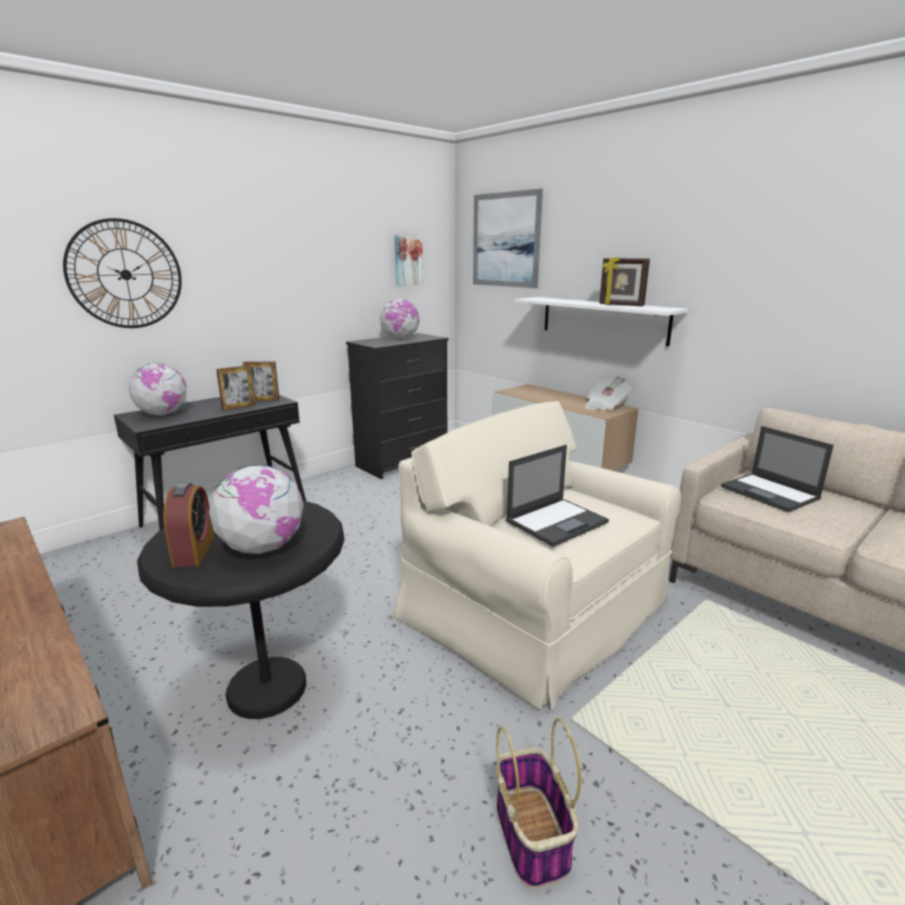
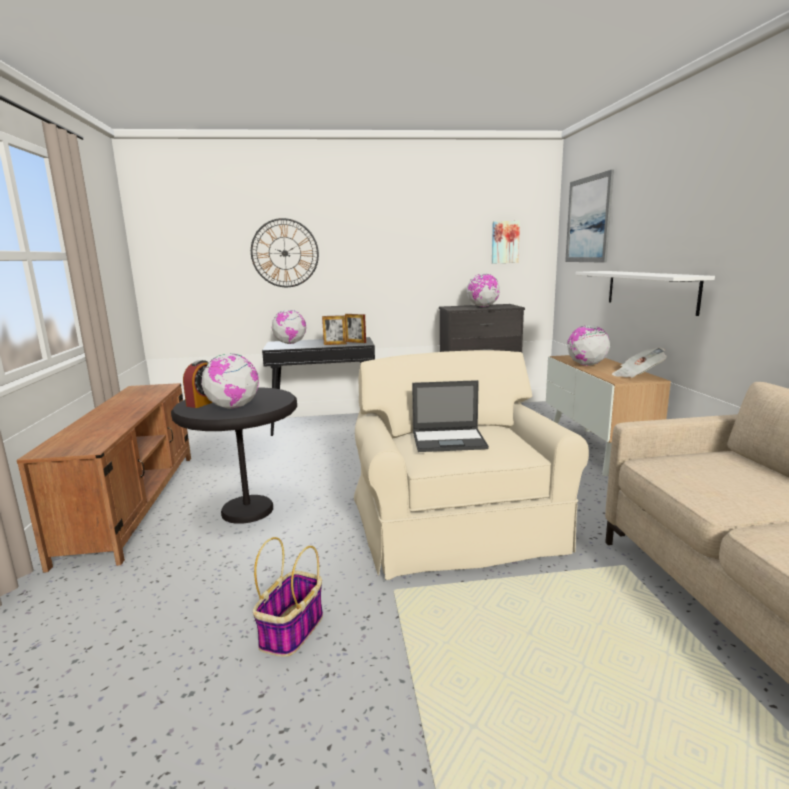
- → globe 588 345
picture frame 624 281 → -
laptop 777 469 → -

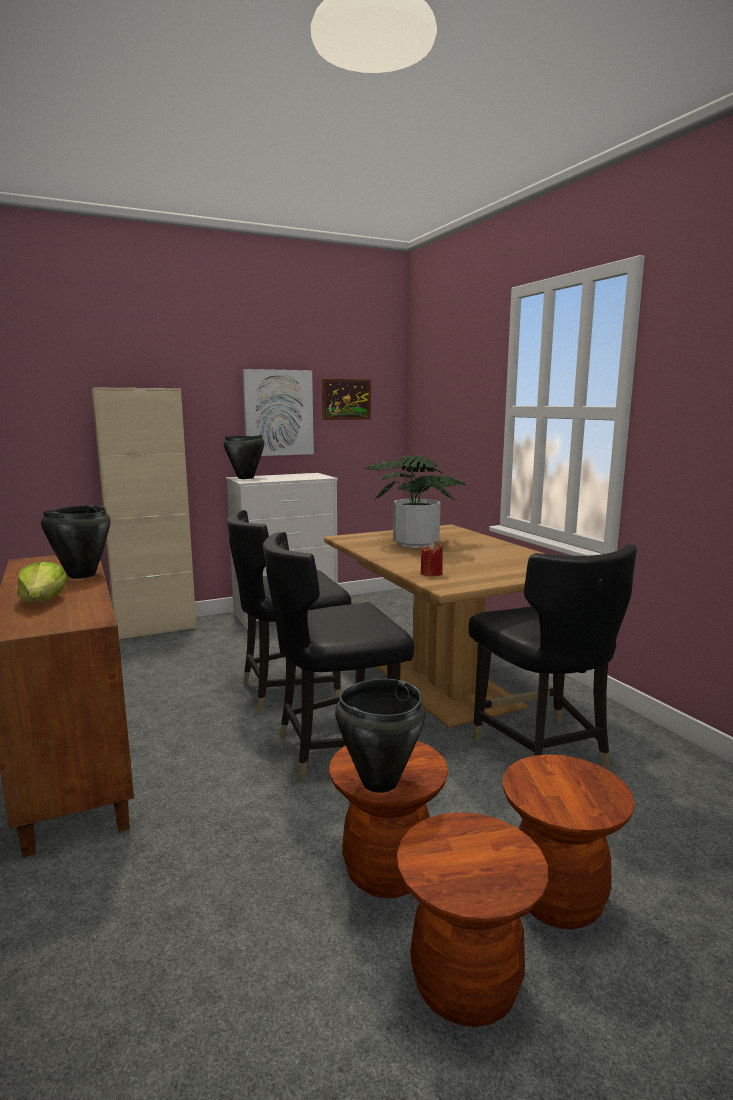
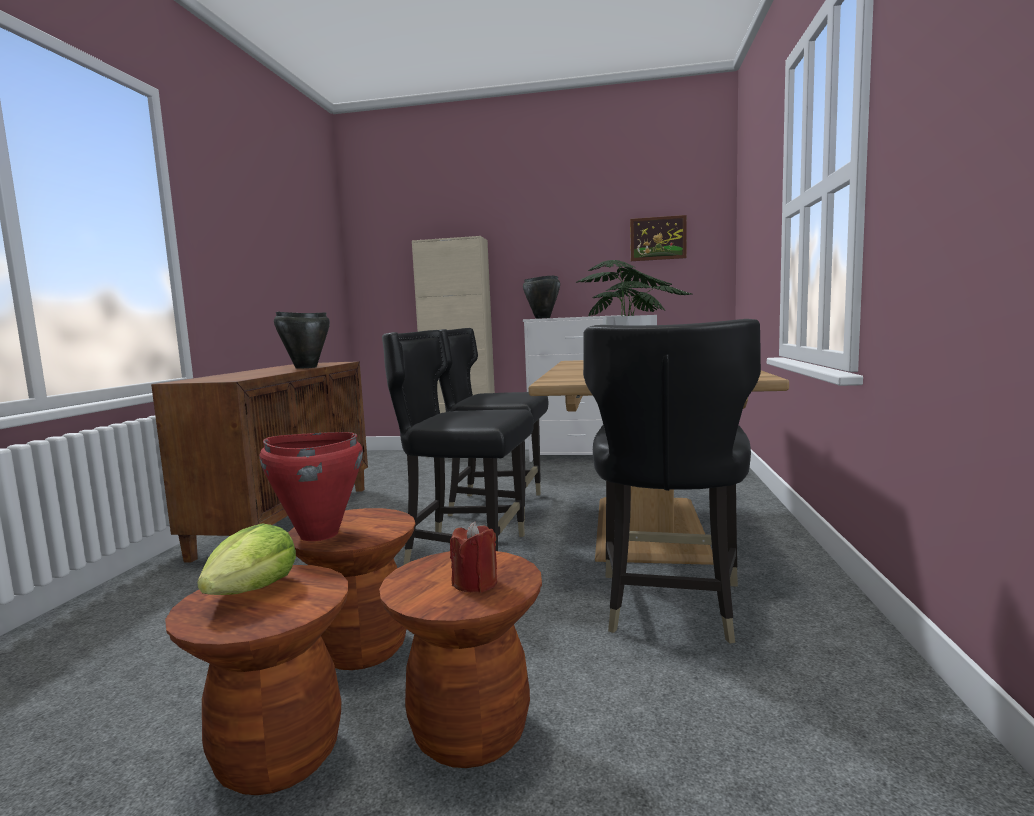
lettuce 42 582 → lettuce 246 559, move
cooking pot (black) 380 736 → cooking pot (red) 311 486
candle (red) 432 559 → candle (red) 473 557, move
picture 278 412 → -

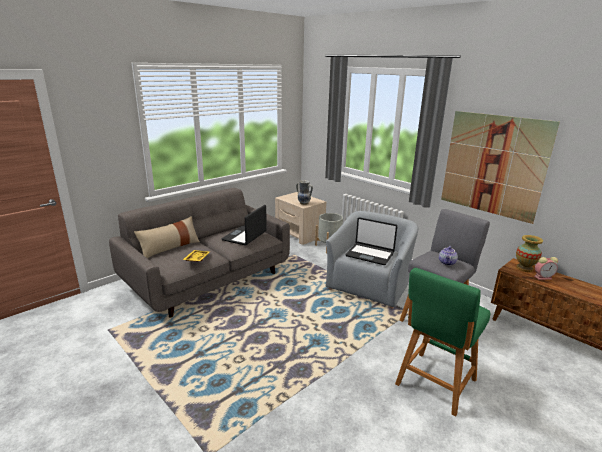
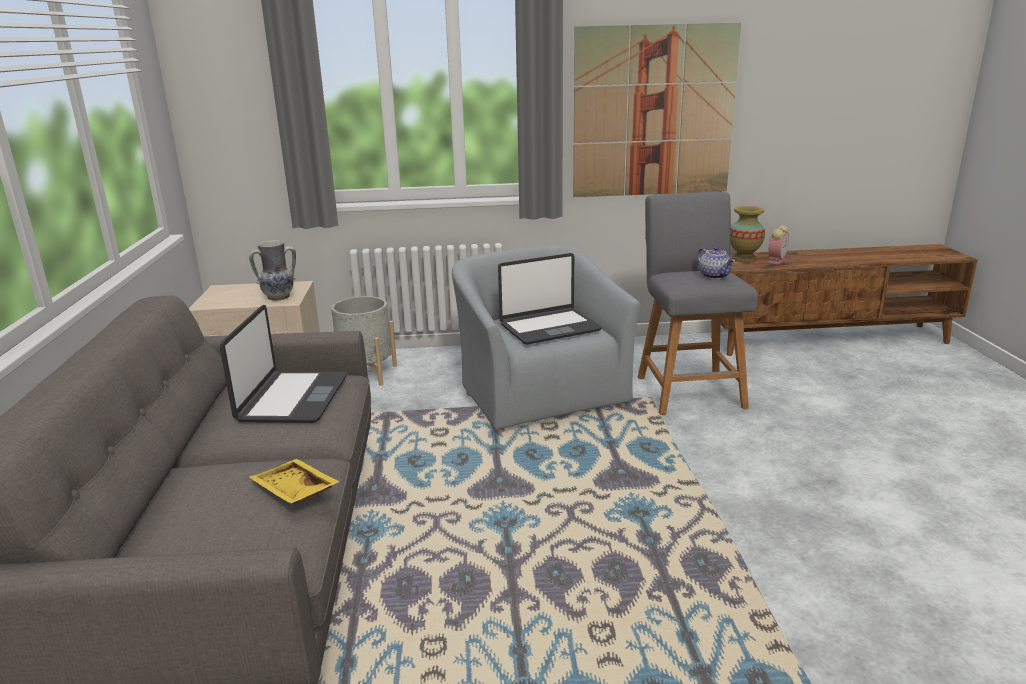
laptop 244 225 → laptop 283 364, 150 degrees counterclockwise
pillow (beige) 167 237 → -
stool (green) 443 342 → -

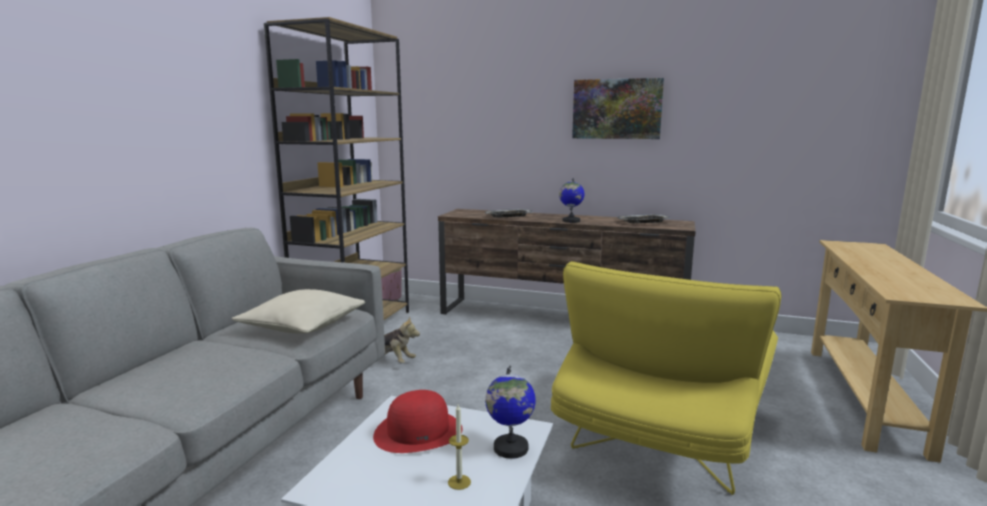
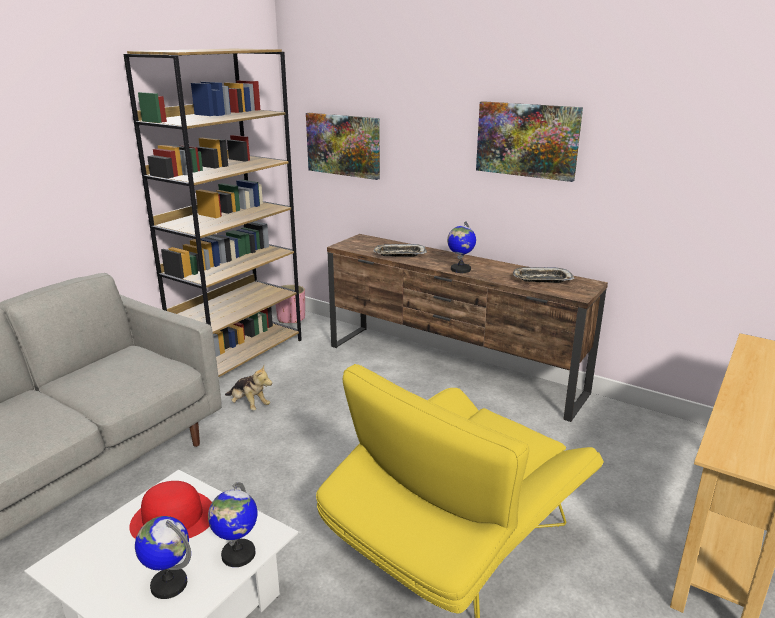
candle 459 447 → globe 163 557
- → picture 343 146
pillow (beige) 298 311 → -

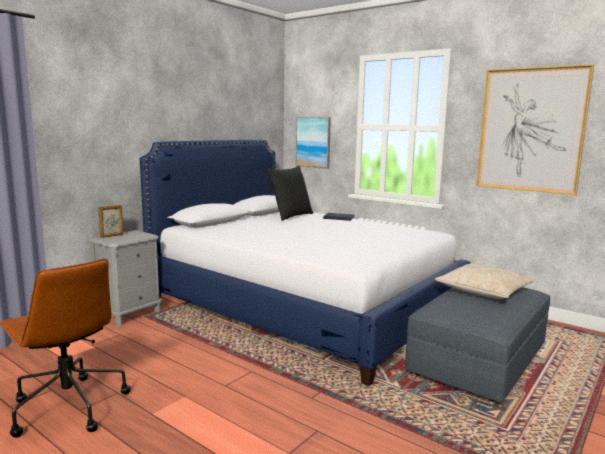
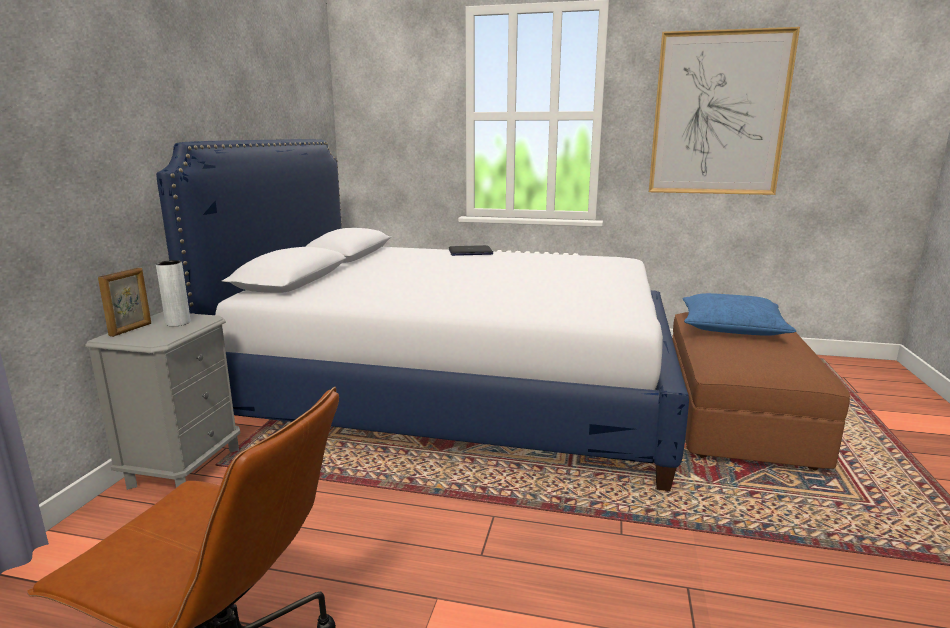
- → vase (grey) 173 293
ottoman (grey) 477 344 → ottoman (brown) 761 391
pillow (beige) 484 281 → pillow (blue) 739 314
pillow (black) 290 193 → -
picture 313 143 → -

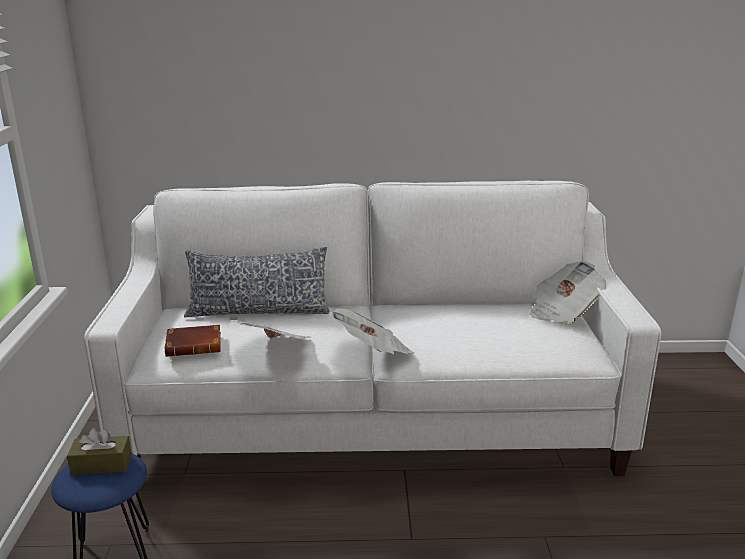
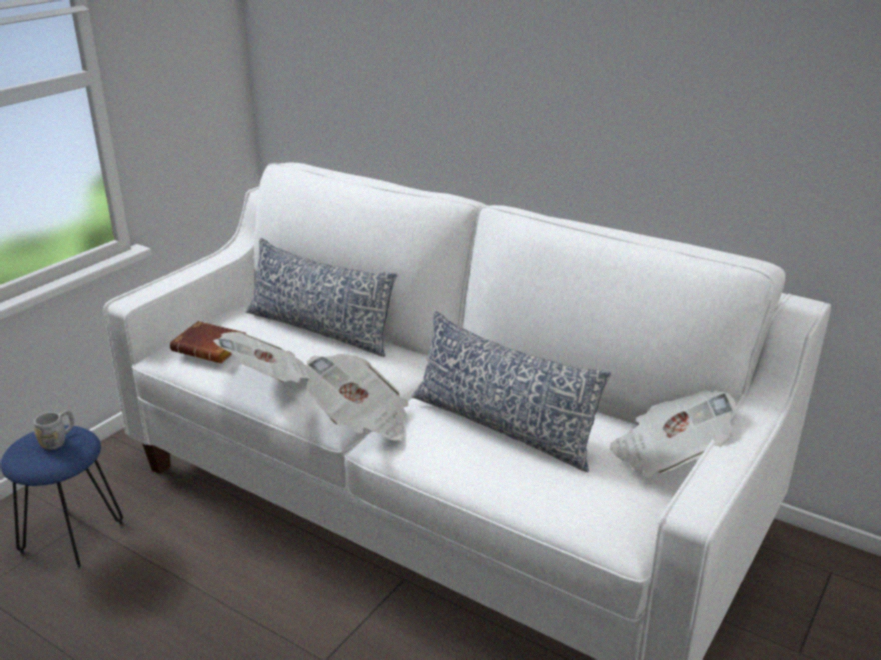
tissue box (brown) 99 451 → mug (grey) 54 430
- → pillow 512 392

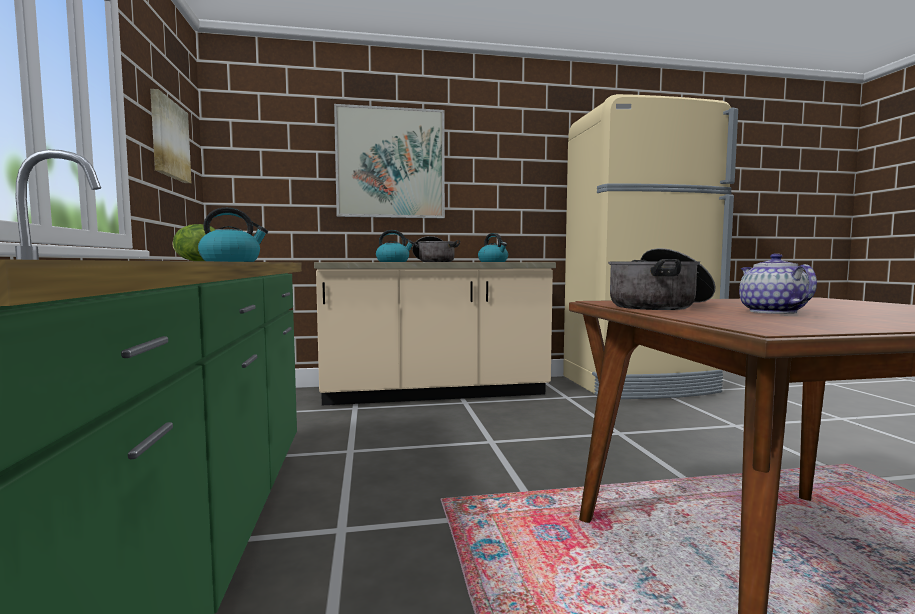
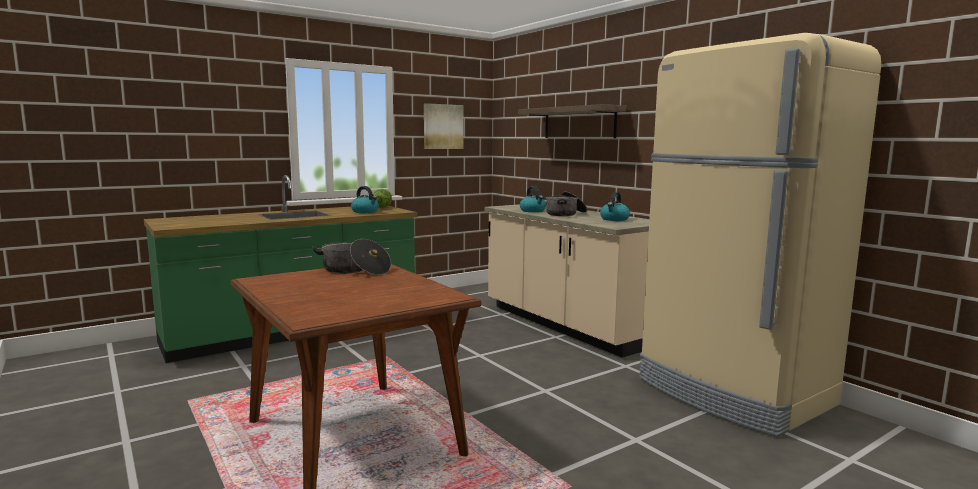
picture 389 161 → shelf 572 121
teapot 778 283 → -

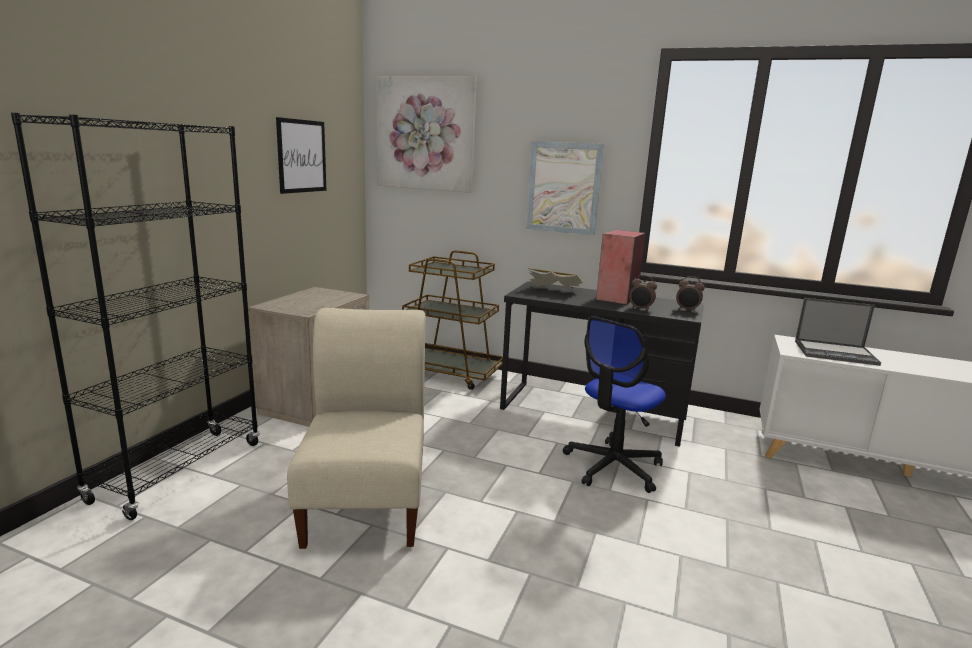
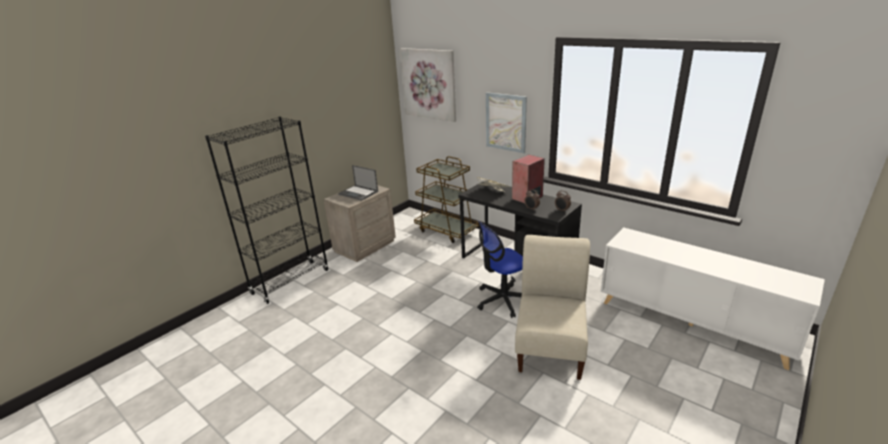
laptop 838 332 → laptop 358 183, move
chair (beige) 356 428 → chair (beige) 552 307, move
picture 301 155 → -

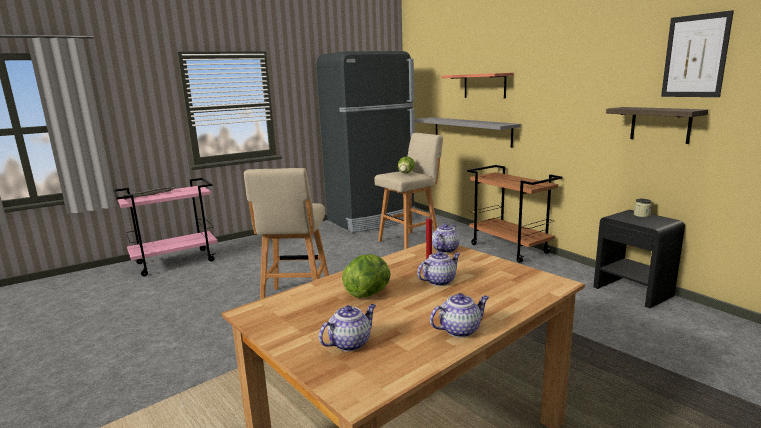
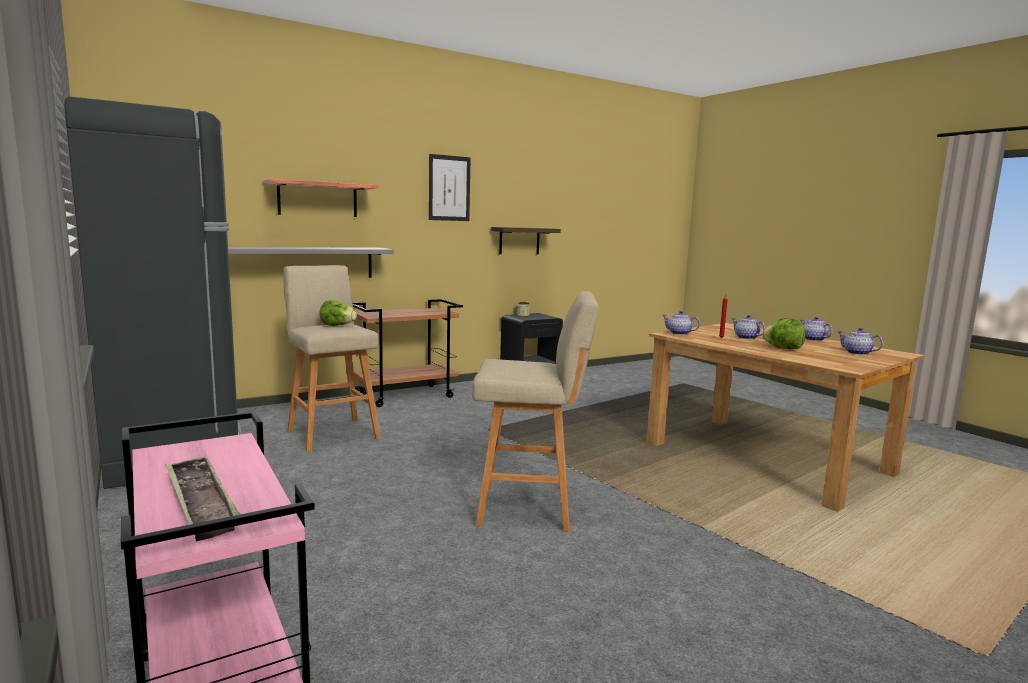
picture 697 53 → picture 449 187, move

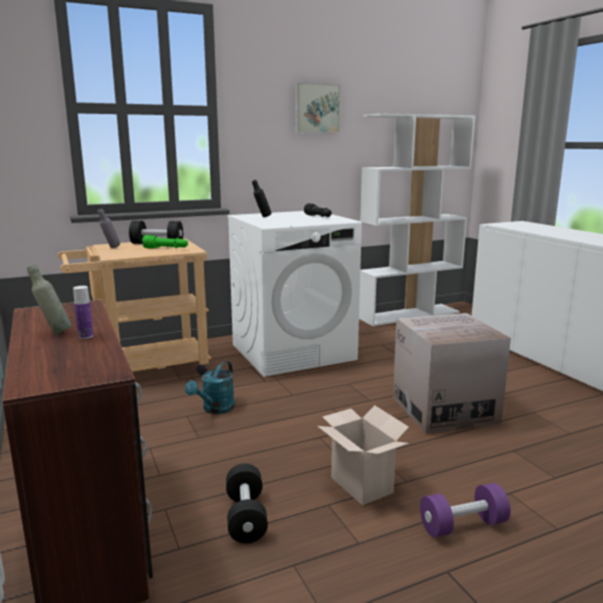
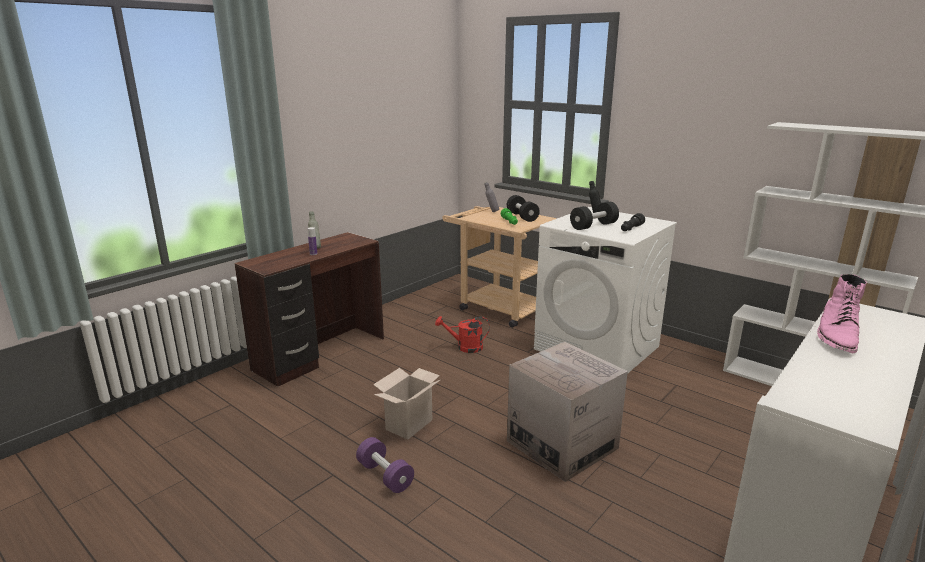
watering can (turquoise) 210 387 → watering can (red) 462 334
dumbbell (black) 247 503 → dumbbell (black) 594 216, move
- → boot (pink) 842 313
picture 317 108 → -

